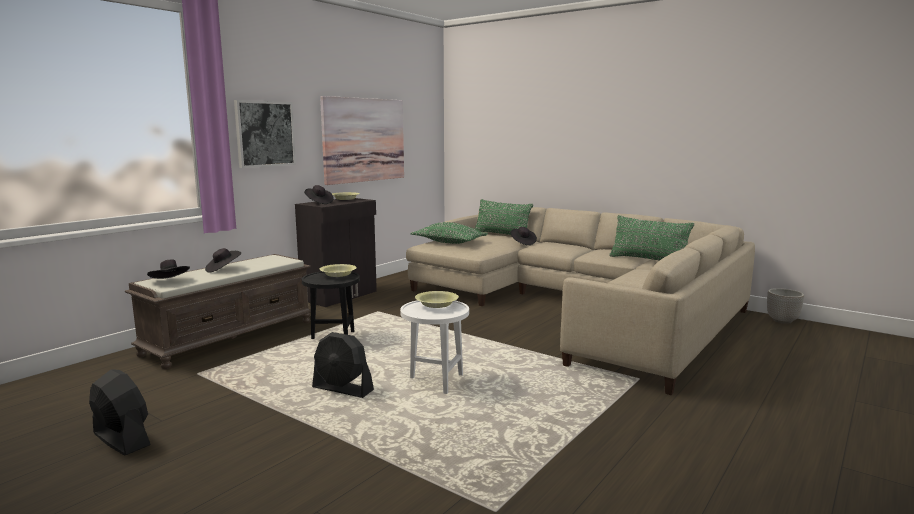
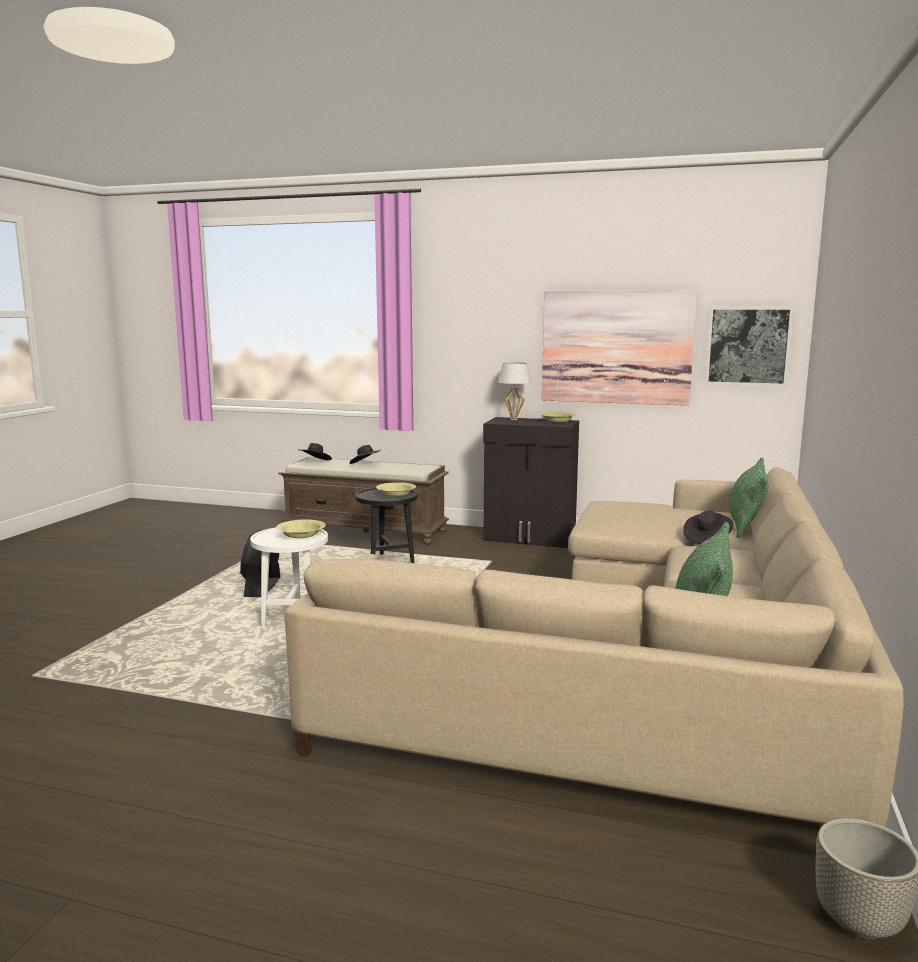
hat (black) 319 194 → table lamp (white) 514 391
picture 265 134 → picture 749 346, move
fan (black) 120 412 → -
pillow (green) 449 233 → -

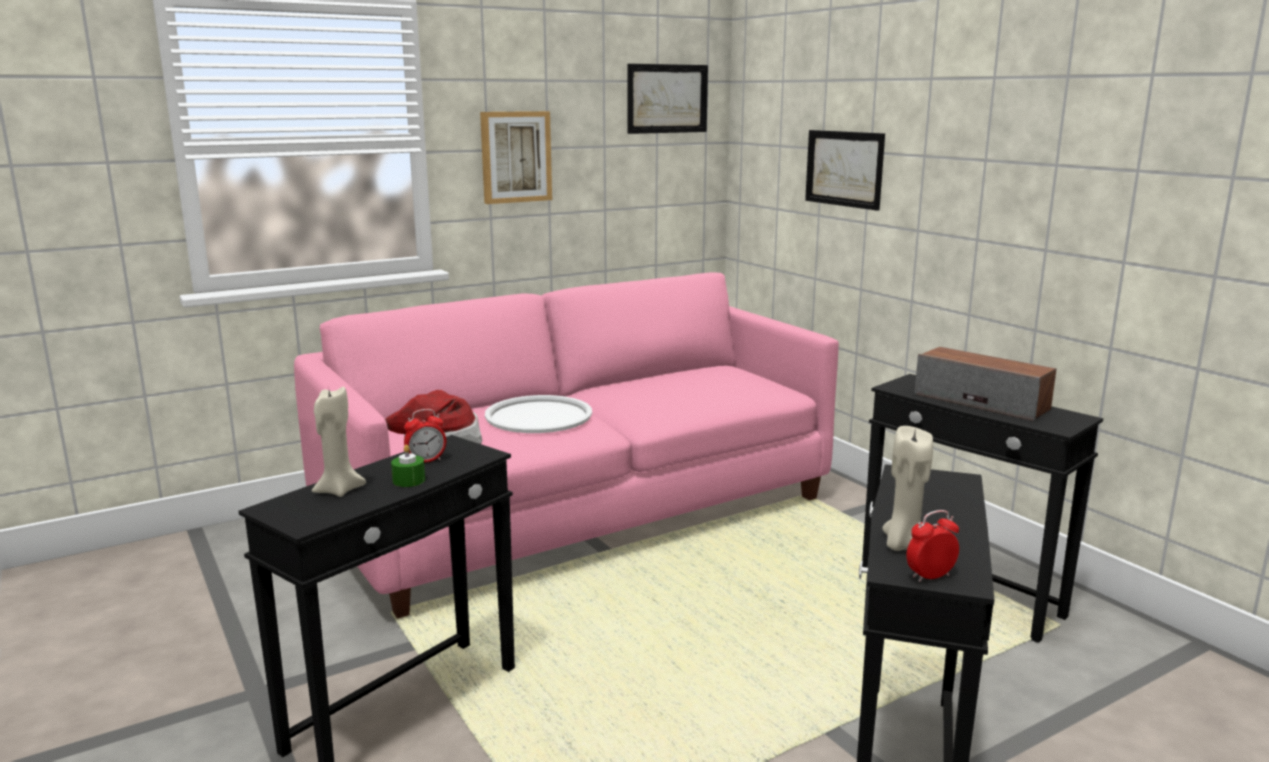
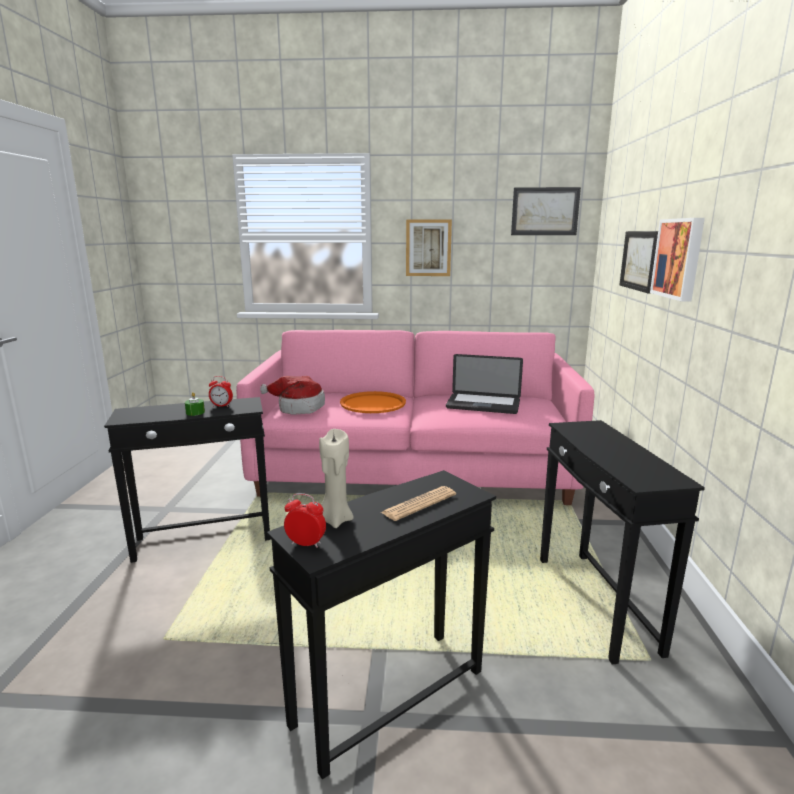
tray (white) 538 414 → tray (orange) 373 402
- → newspaper 418 503
- → laptop 484 384
- → picture 677 260
candle (beige) 339 442 → -
speaker 985 384 → -

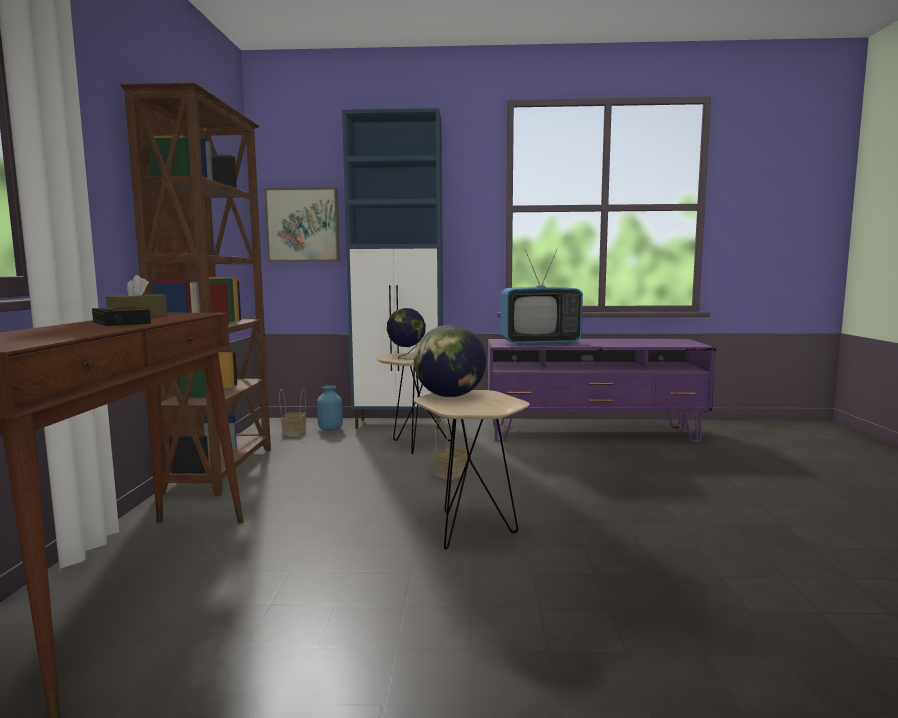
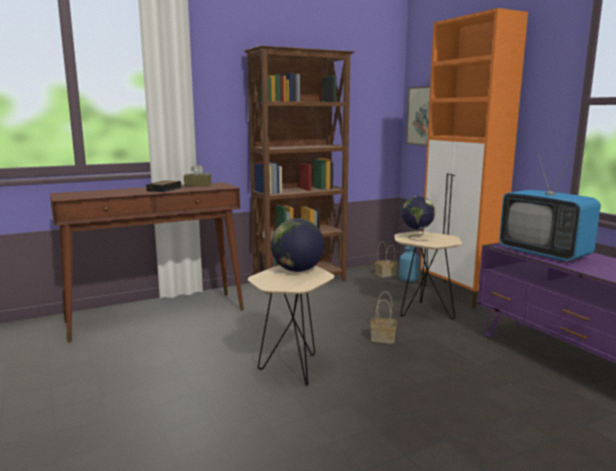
cabinet (blue) 392 268 → cabinet (orange) 474 158

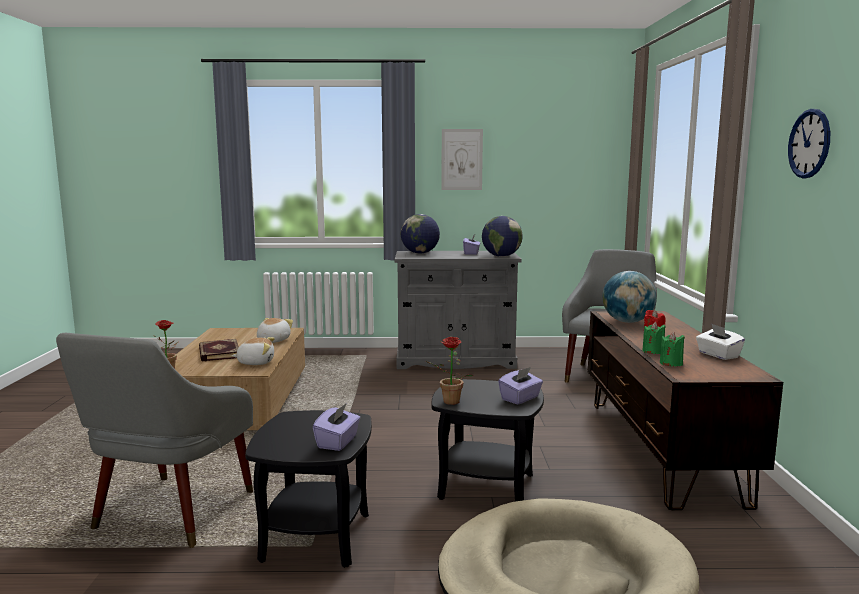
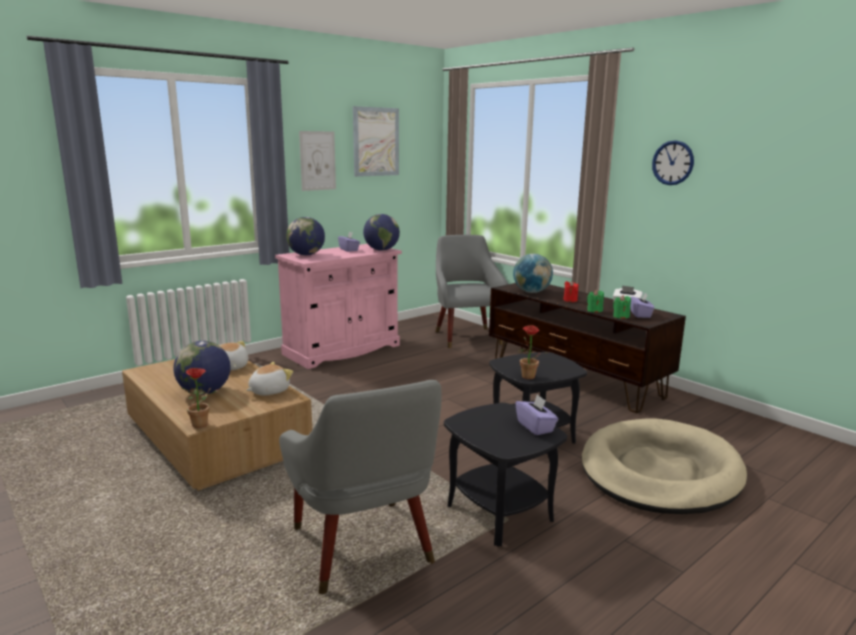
book 219 350 → globe 201 368
cabinet (grey) 458 310 → cabinet (pink) 338 306
- → picture 376 141
tissue box (purple) 520 386 → tissue box (purple) 643 305, move

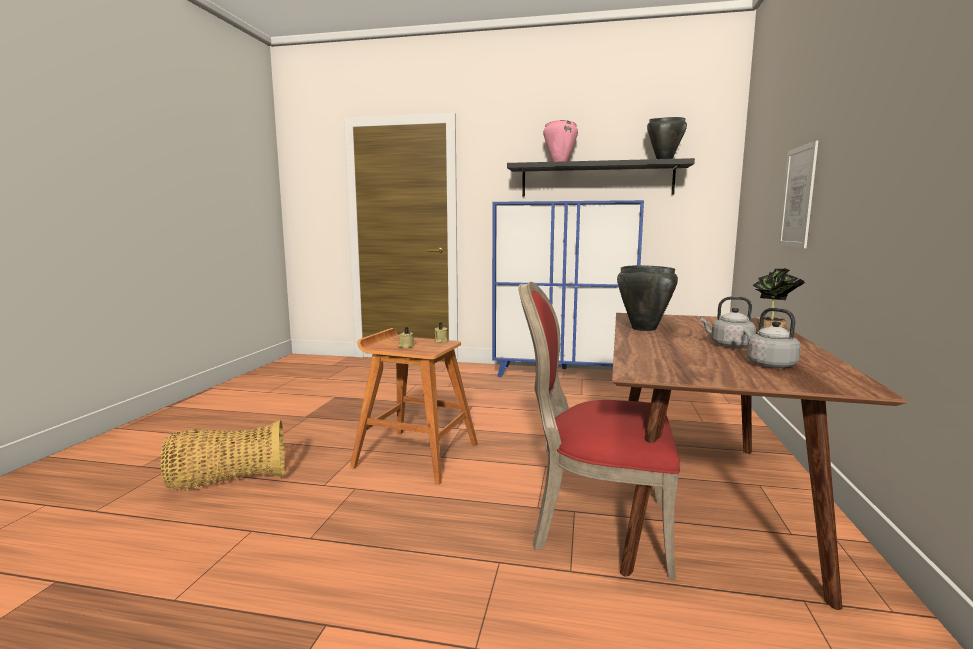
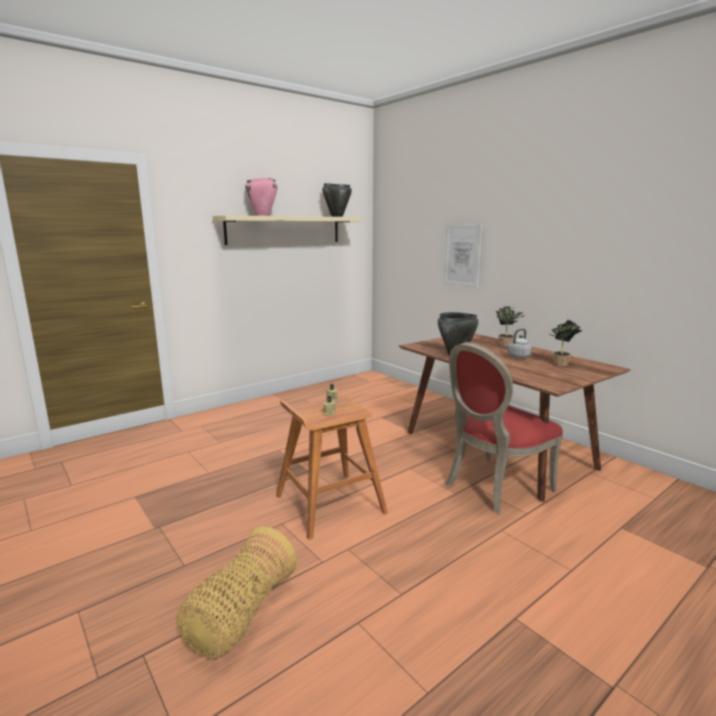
shelf (black) 601 177 → shelf (beige) 286 230
kettle (grey) 772 338 → potted plant 566 343
cabinet (blue) 568 288 → -

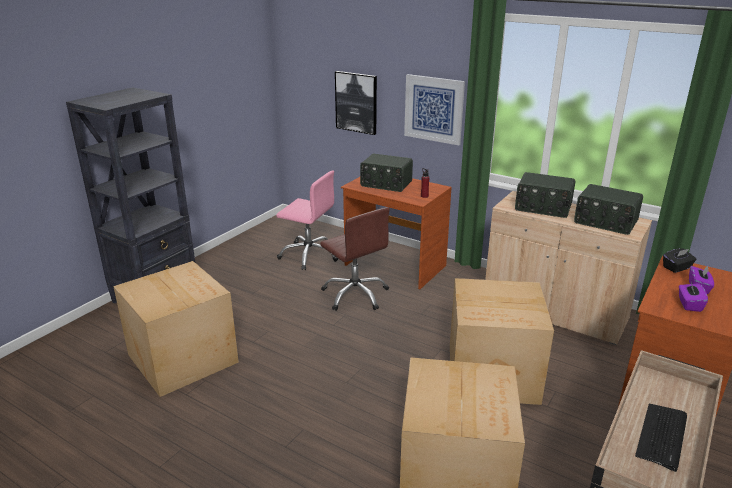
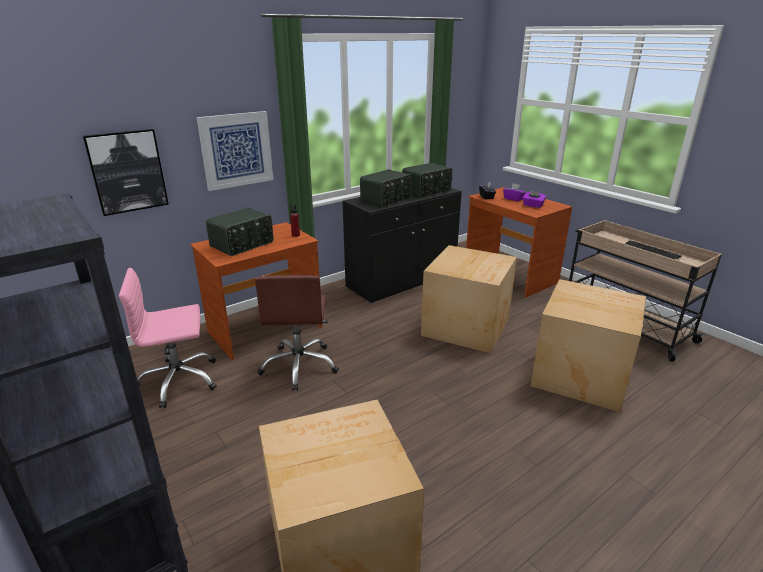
office chair (pink) 307 220 → office chair (pink) 168 338, 150 degrees counterclockwise
office chair (brown) 354 259 → office chair (brown) 297 333, 105 degrees clockwise
cabinet (beige) 568 268 → cabinet (black) 402 246

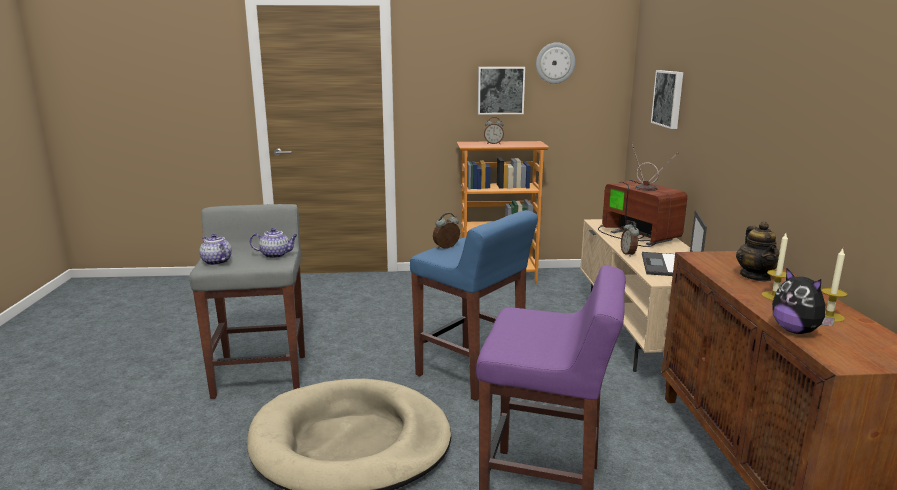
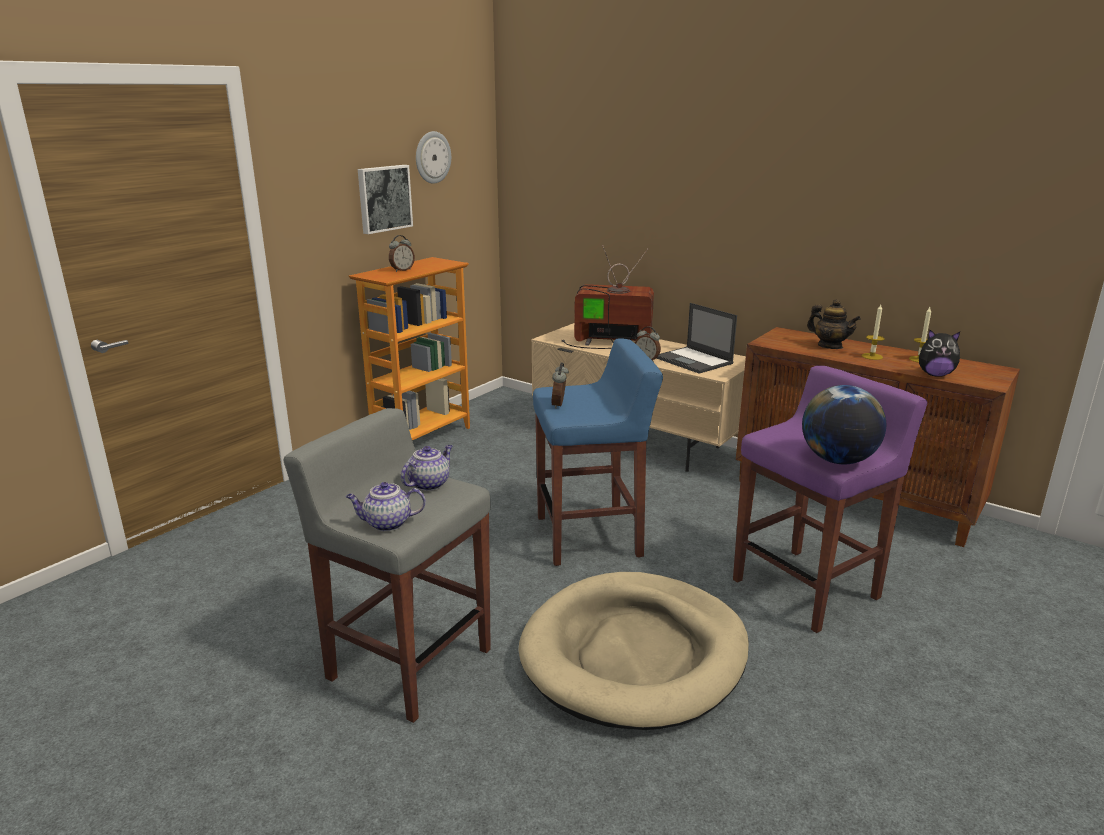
- → globe 844 424
picture 667 99 → -

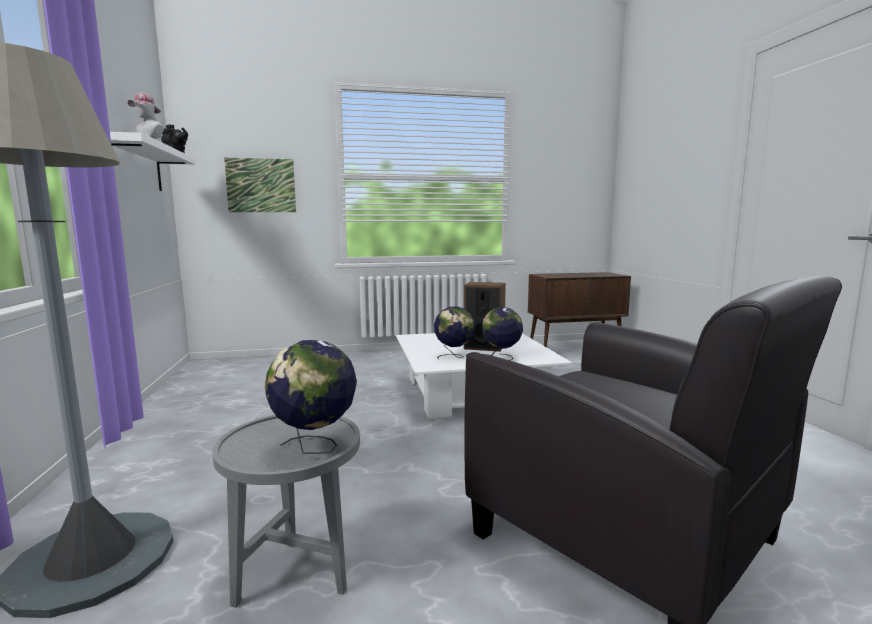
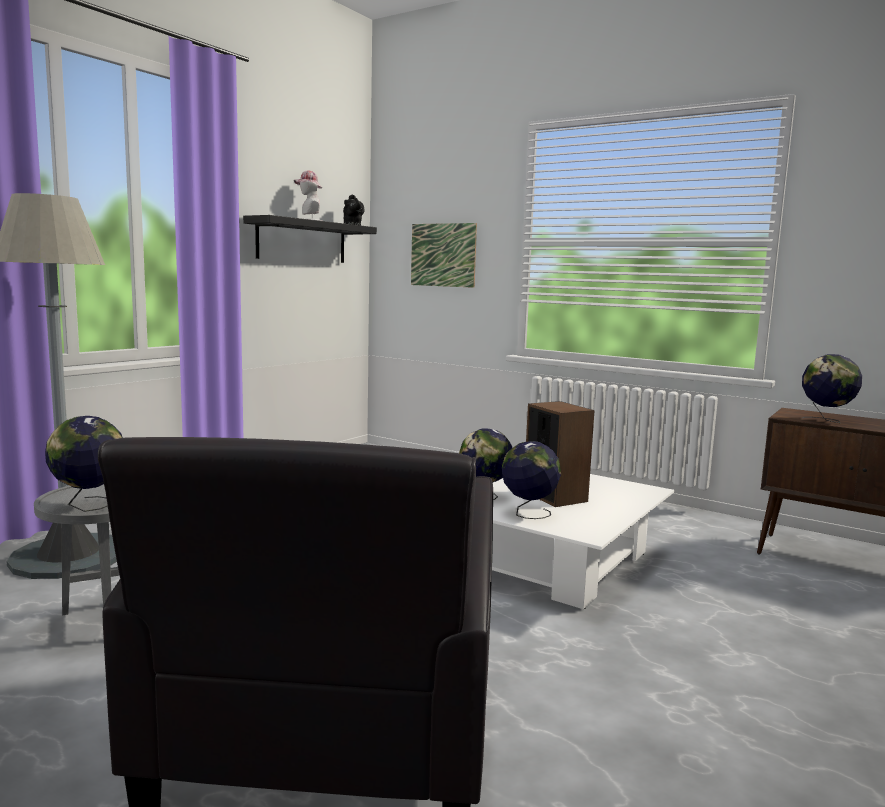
shelf (white) 152 161 → shelf (black) 310 239
- → globe 831 388

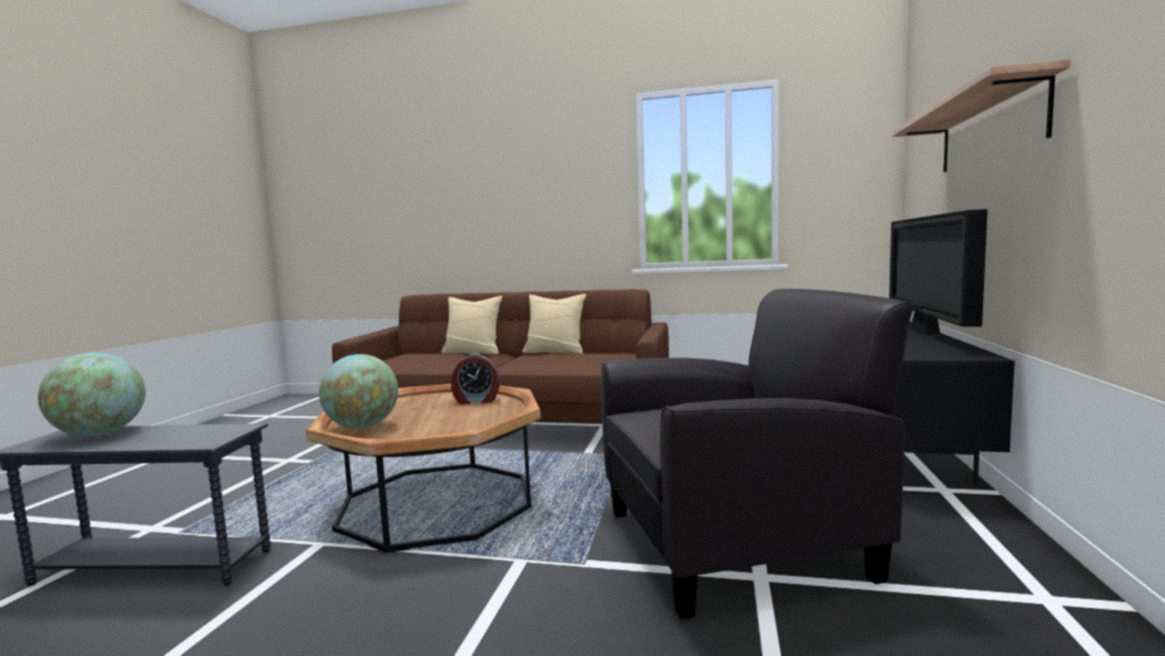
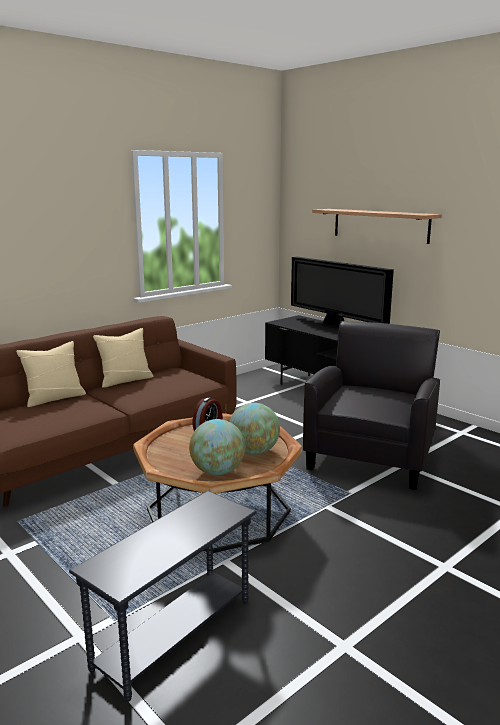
globe 92 394 → globe 254 429, move

